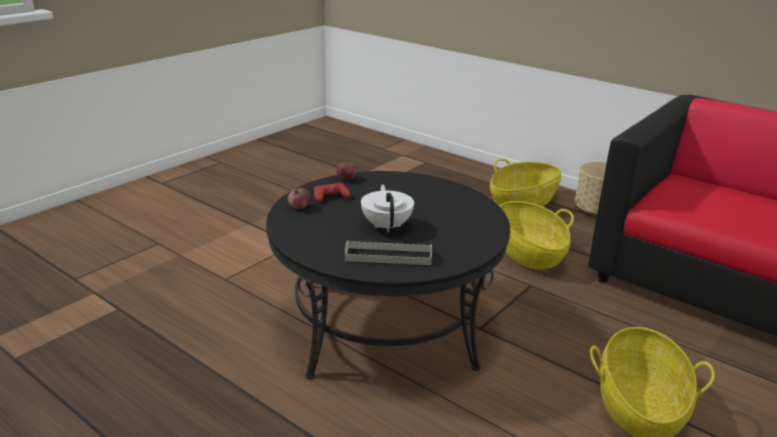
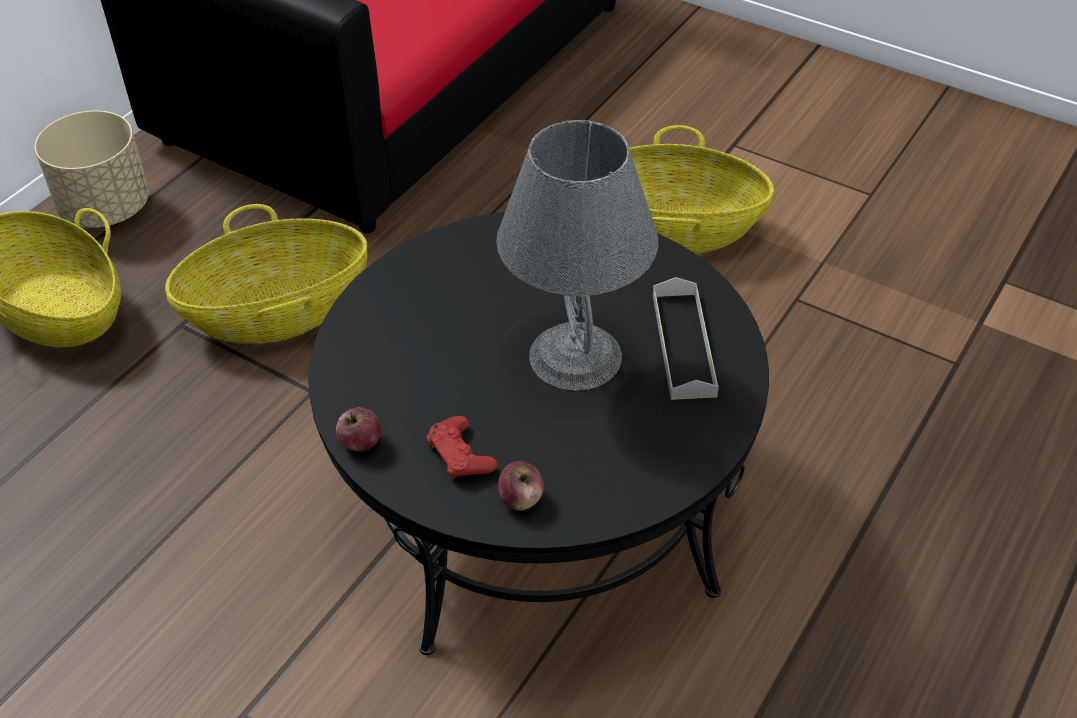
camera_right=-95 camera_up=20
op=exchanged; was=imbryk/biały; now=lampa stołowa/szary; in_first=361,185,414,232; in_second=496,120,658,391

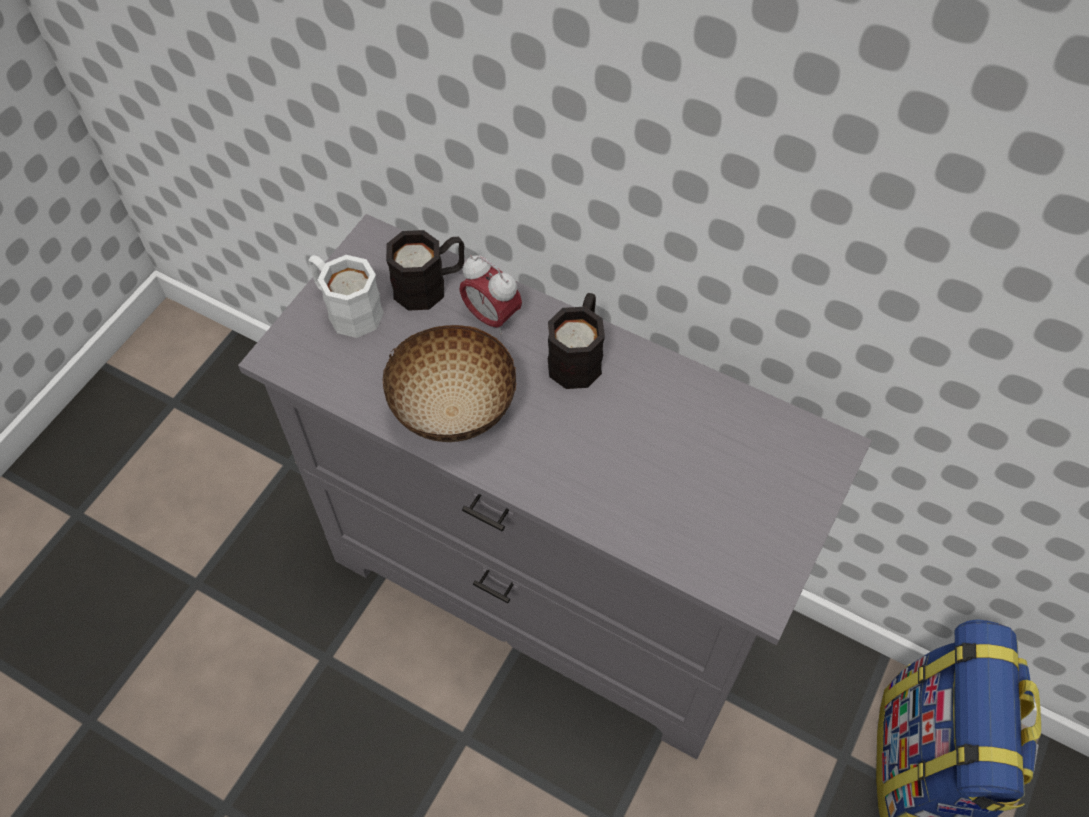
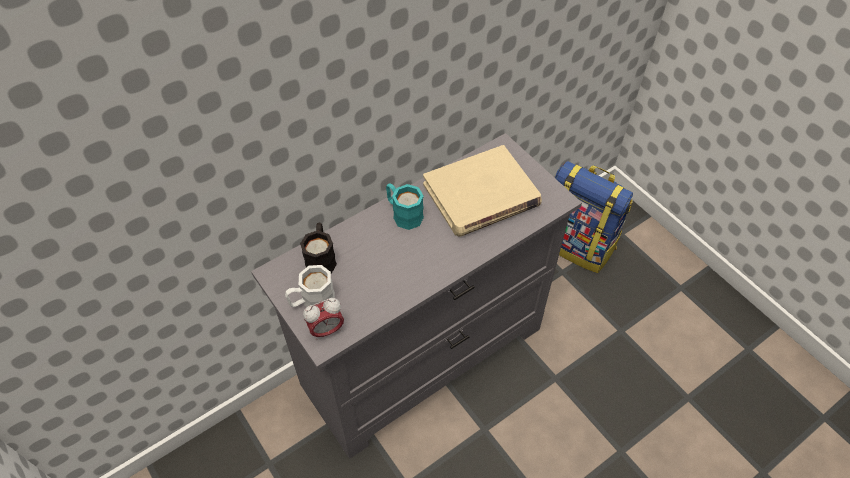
camera_right=-65 camera_up=-5
op=relocated; was=budzik; in_first=459,255,522,335; in_second=303,298,344,340
op=colour; was=kubek/czarny; now=kubek/turkusowy; in_first=548,293,605,389; in_second=386,183,424,230
op=missing; was=miska; in_first=383,325,516,442
op=appeared; now=książka/beżowy; in_second=423,145,542,237

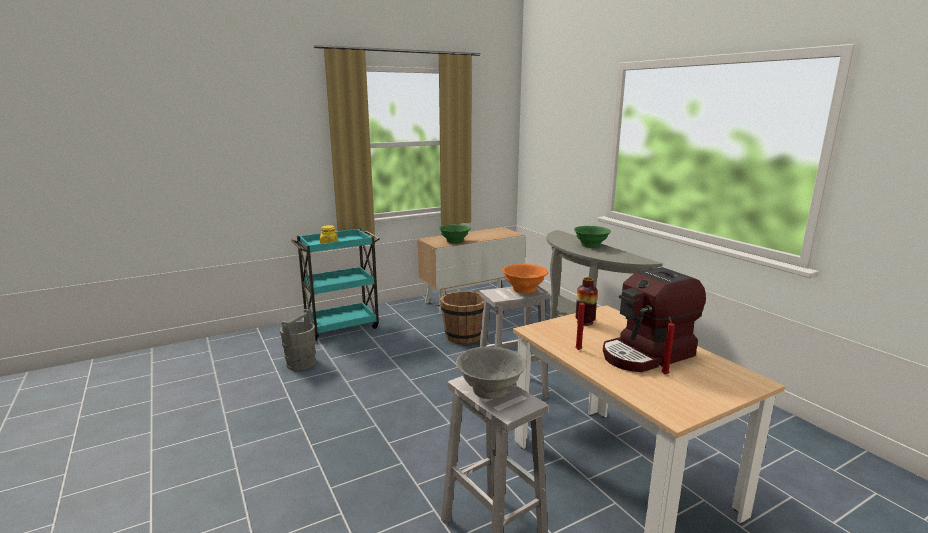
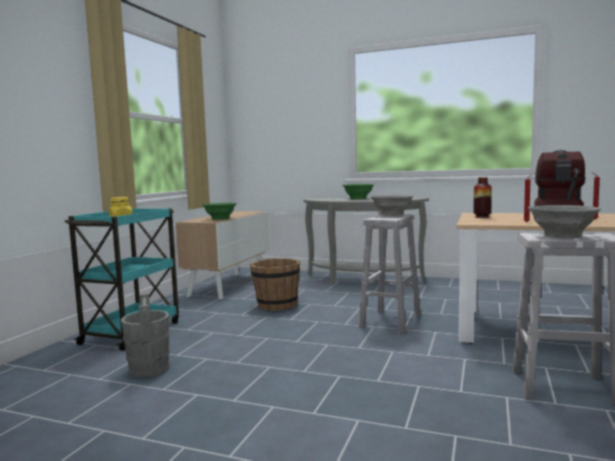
camera_right=-40 camera_up=-10
op=colour; was=miska/pomarańczowy; now=miska/szary; in_first=502,264,548,294; in_second=371,195,414,216

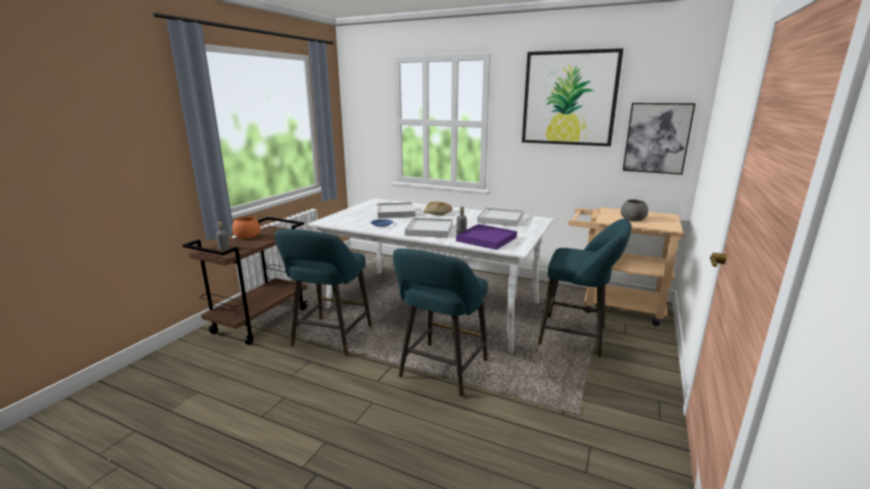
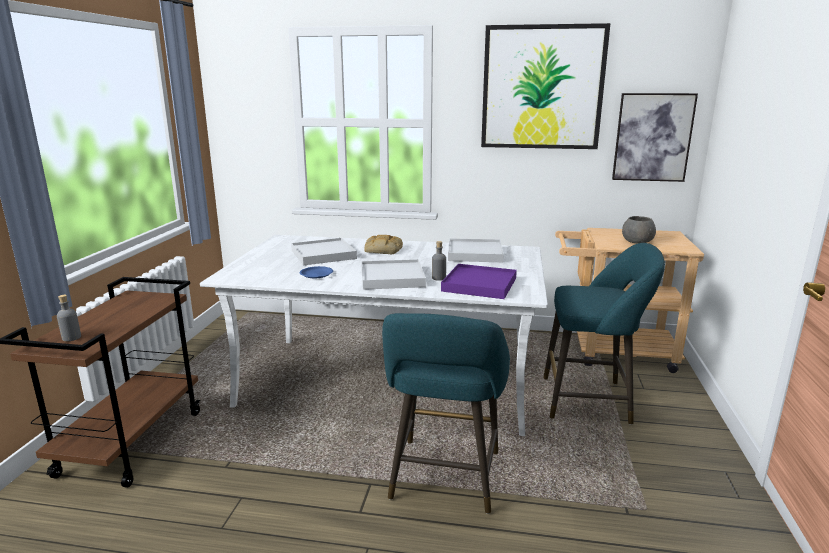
camera_right=-15 camera_up=0
op=missing; was=miska/pomarańczowy; in_first=232,217,261,239
op=missing; was=stołek/turkusowy; in_first=275,229,372,356

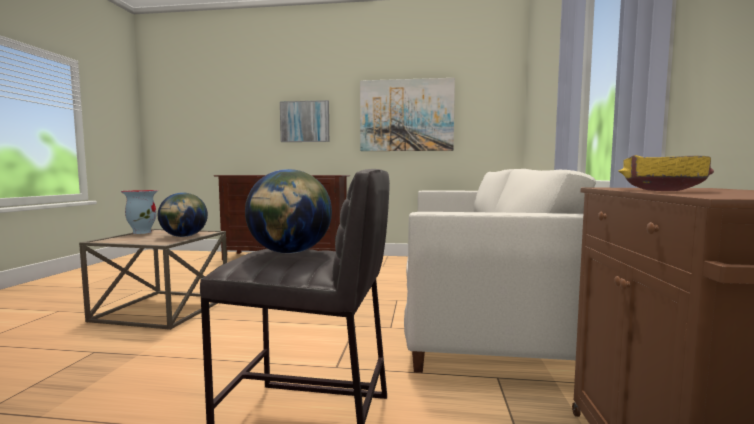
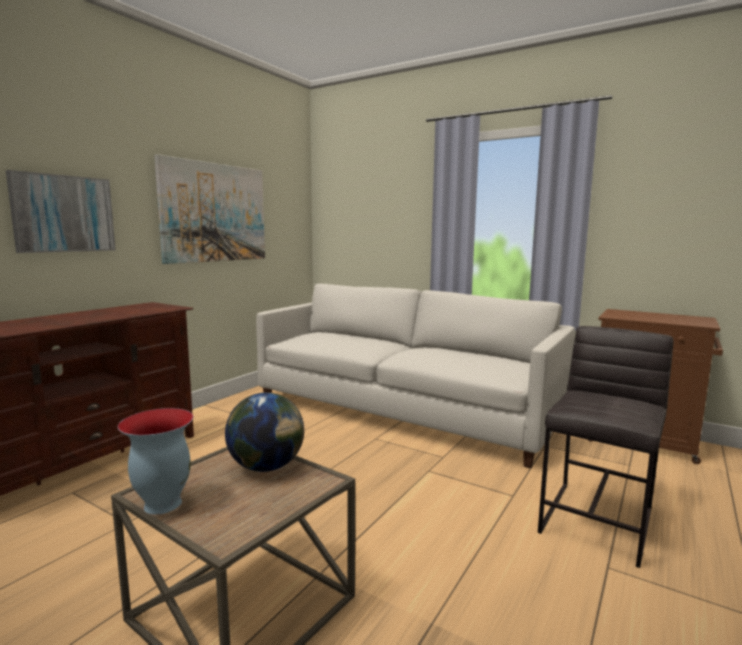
camera_right=-65 camera_up=5
op=missing; was=miska/żółty; in_first=618,155,714,191
op=missing; was=globus; in_first=245,169,332,254

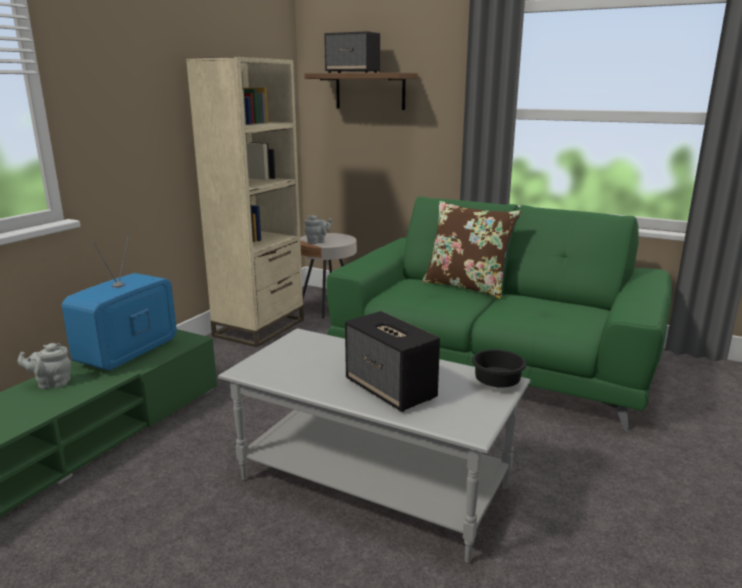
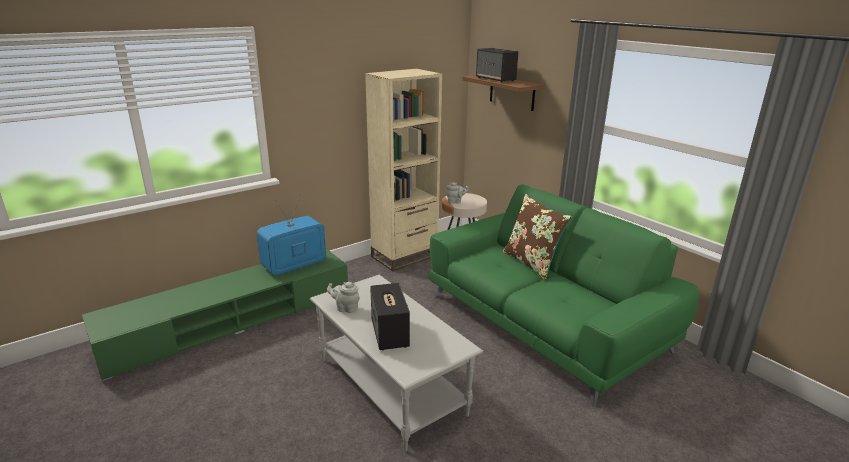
camera_right=25 camera_up=5
op=relocated; was=imbryk/szary; in_first=18,343,72,389; in_second=327,282,360,313
op=missing; was=miska/czarny; in_first=472,350,527,387

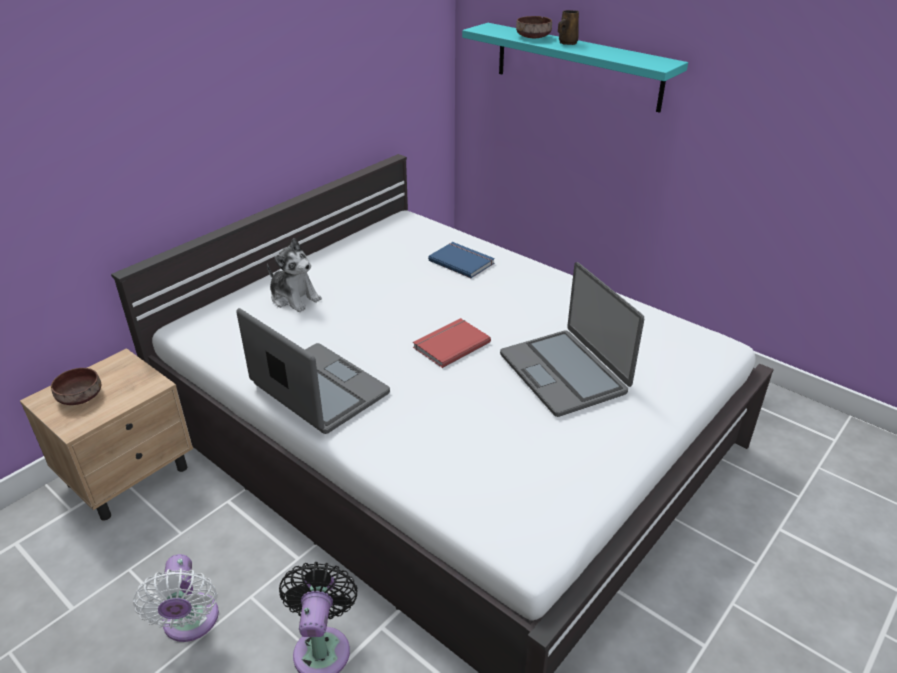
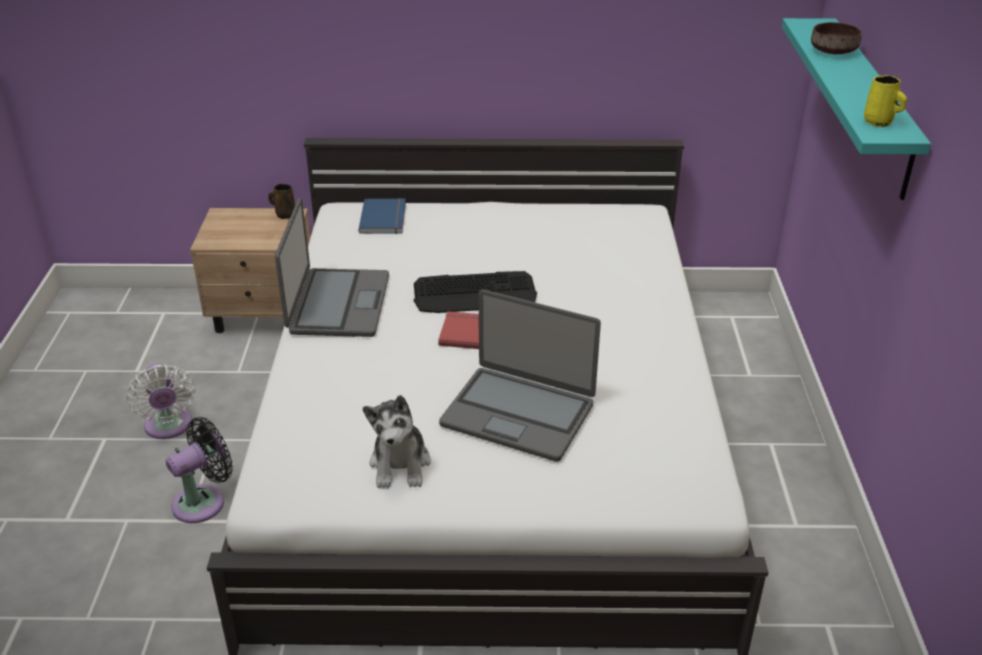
camera_right=50 camera_up=0
op=relocated; was=kubek/brązowy; in_first=558,10,579,45; in_second=268,184,295,219
op=relocated; was=pluszak; in_first=267,238,322,312; in_second=363,395,431,488
op=relocated; was=książka/niebieski; in_first=428,242,495,278; in_second=359,198,406,234
op=spun; was=laptop; in_first=500,262,644,417; in_second=439,289,601,462; clockwise=-90
op=missing; was=miska/brązowy; in_first=51,368,101,405
op=spun; was=wentylator/biały; in_first=133,554,219,642; in_second=126,363,195,439; clockwise=-60
op=appeared; now=kubek/żółty; in_second=864,75,907,127
op=appeared; now=klawiatura; in_second=414,271,537,313

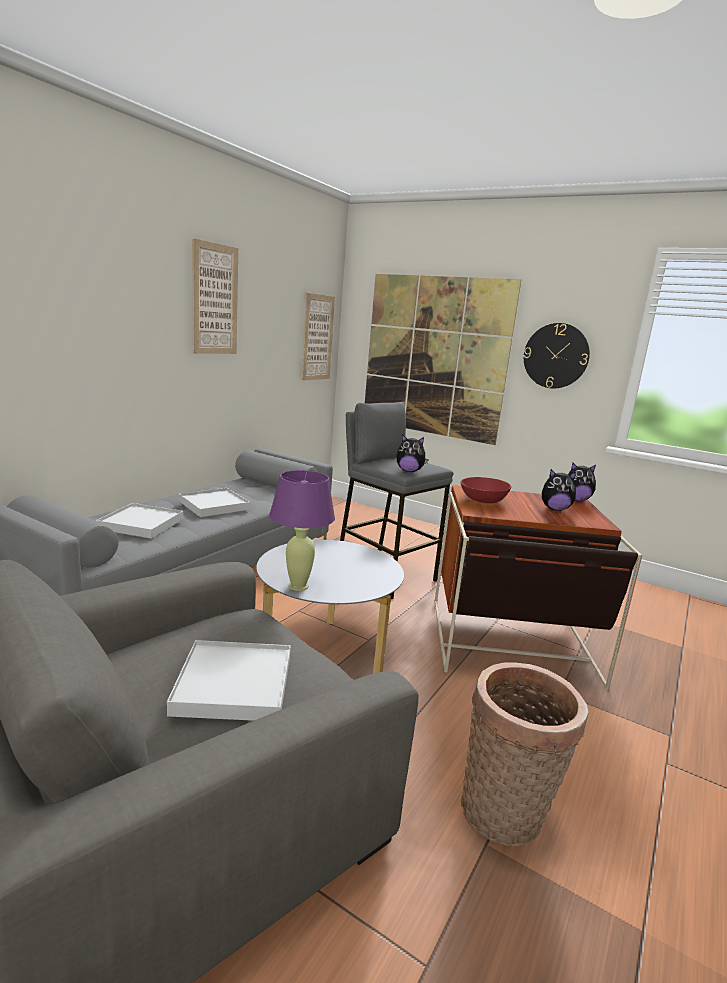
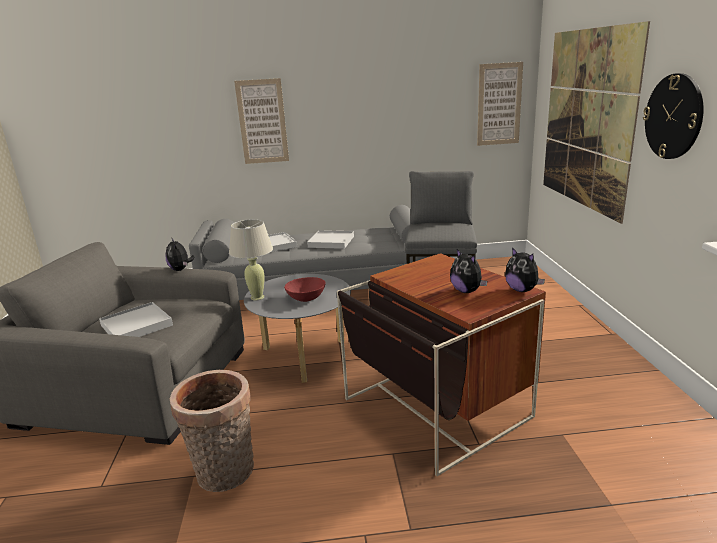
camera_right=55 camera_up=5
op=relocated; was=obraz; in_first=192,238,238,354; in_second=234,78,289,164
op=relocated; was=pluszak; in_first=396,434,429,472; in_second=165,237,195,271
op=colour; was=lampa stołowa/fioletowy; now=lampa stołowa/beżowy; in_first=269,470,335,591; in_second=229,219,273,301
op=relocated; was=miska/czerwony; in_first=460,477,511,503; in_second=284,277,326,302

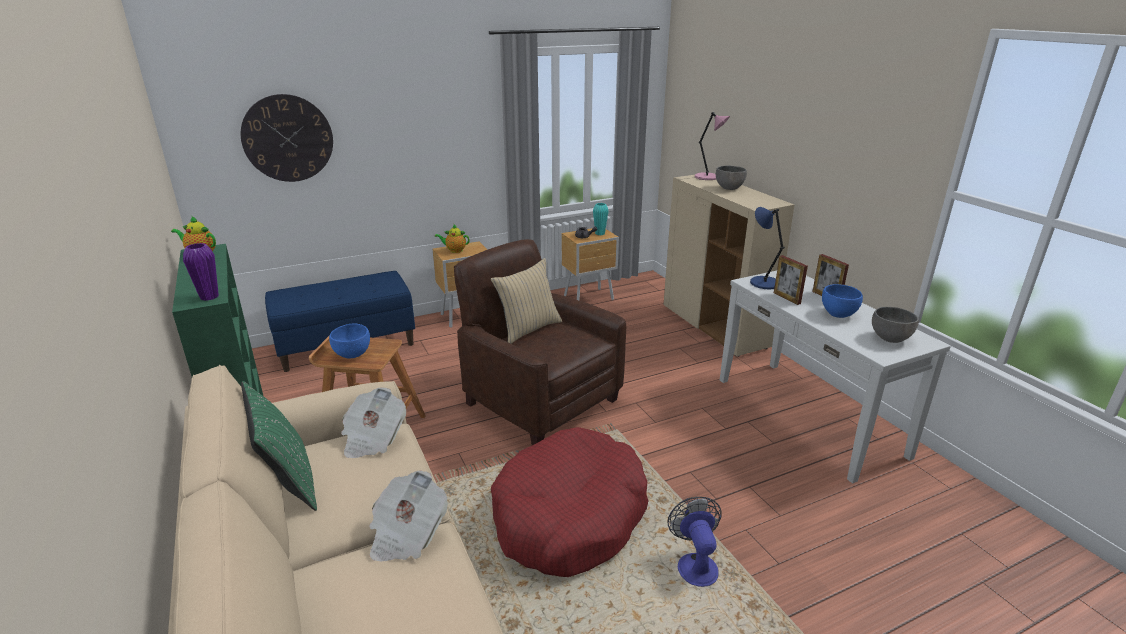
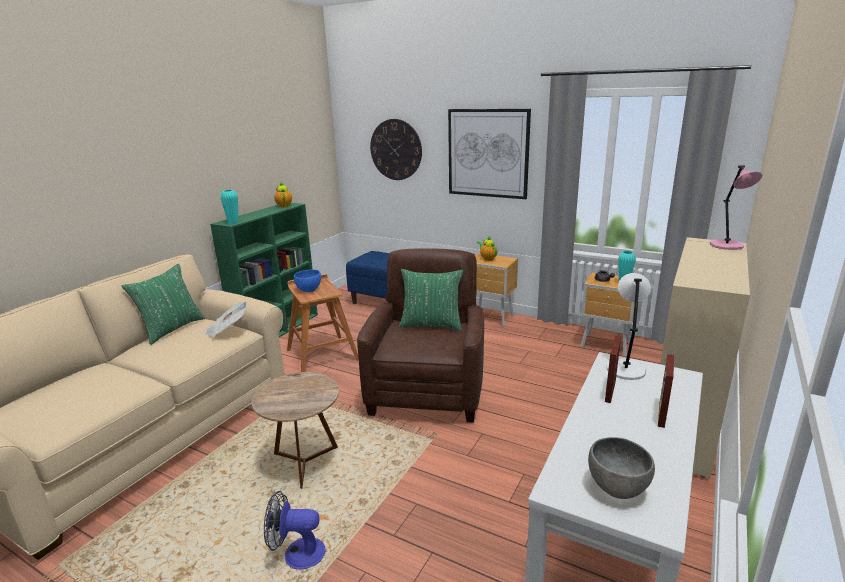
camera_right=55 camera_up=-5
op=missing; was=miska/szary; in_first=716,166,747,190
op=colour; was=lampa stołowa/niebieski; now=lampa stołowa/biały; in_first=750,207,785,289; in_second=607,273,651,380
op=colour; was=wazon/fioletowy; now=wazon/turkusowy; in_first=183,243,219,301; in_second=221,190,238,224
op=colour; was=poduszka/beżowy; now=poduszka/zielony; in_first=491,258,562,344; in_second=399,269,463,331
op=missing; was=miska/niebieski; in_first=822,284,863,318
op=exchanged; was=legowisko/czerwony; now=stolik/brązowy; in_first=491,427,649,577; in_second=252,372,339,489
op=missing; was=gazeta; in_first=369,471,448,561
op=spun; was=wentylator; in_first=668,496,721,587; in_second=264,491,325,569; clockwise=-135
op=appeared; now=obraz; in_second=448,109,531,199

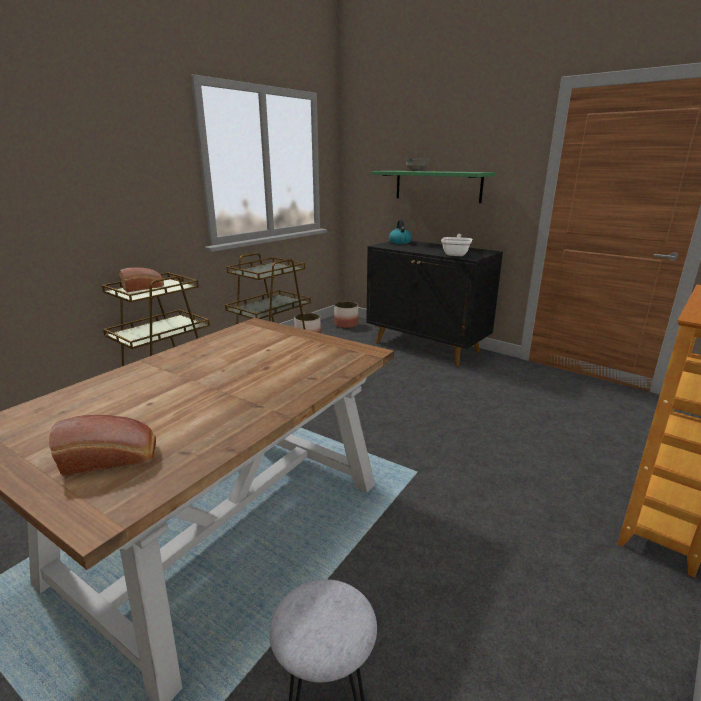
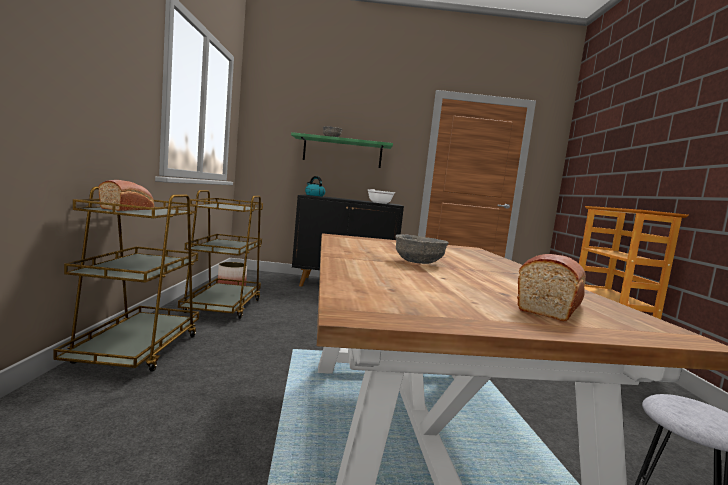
camera_right=-40 camera_up=-15
op=missing; was=donica; in_first=334,301,358,328
op=appeared; now=miska/szary; in_second=395,234,449,264

